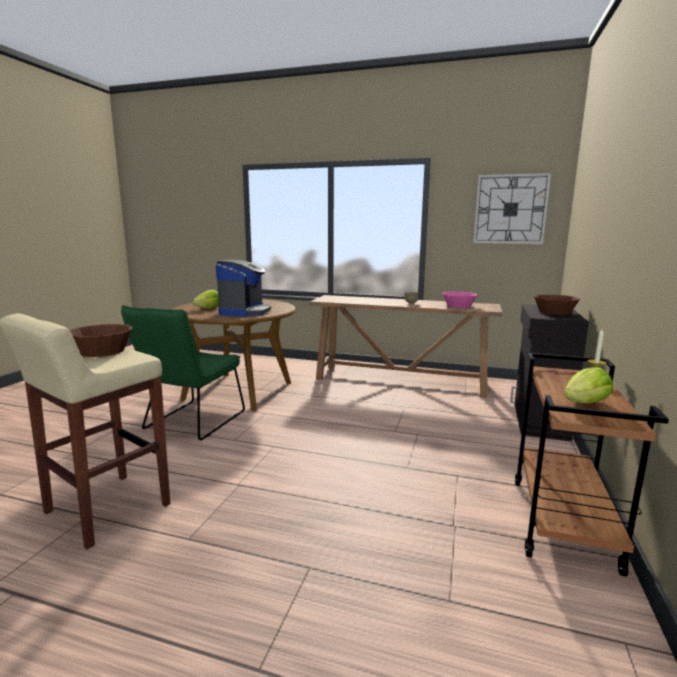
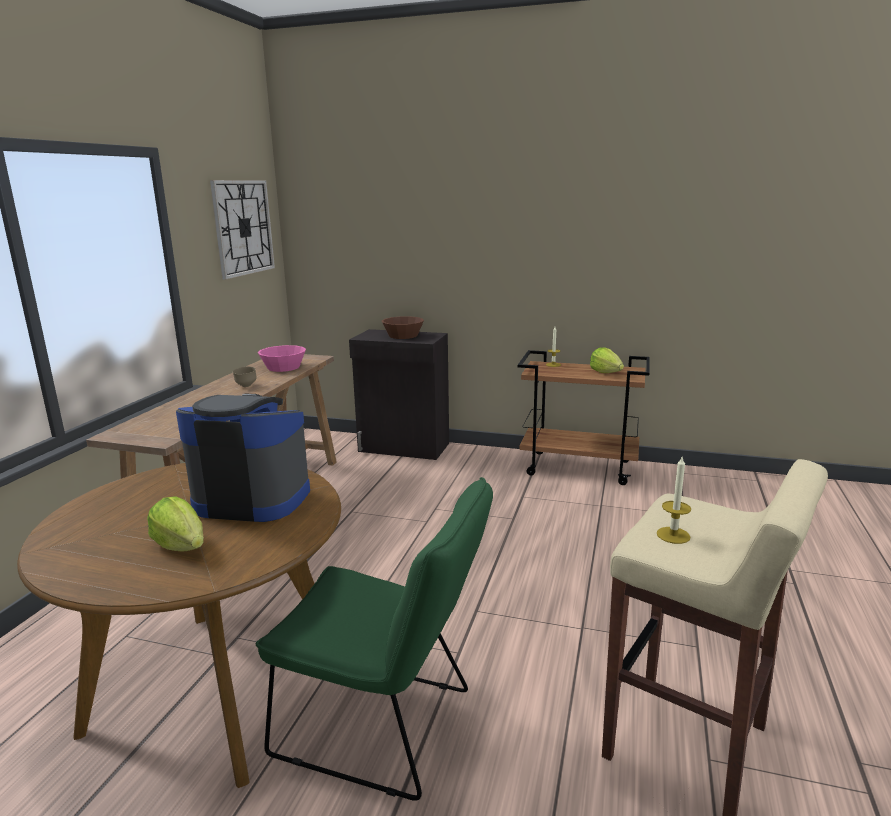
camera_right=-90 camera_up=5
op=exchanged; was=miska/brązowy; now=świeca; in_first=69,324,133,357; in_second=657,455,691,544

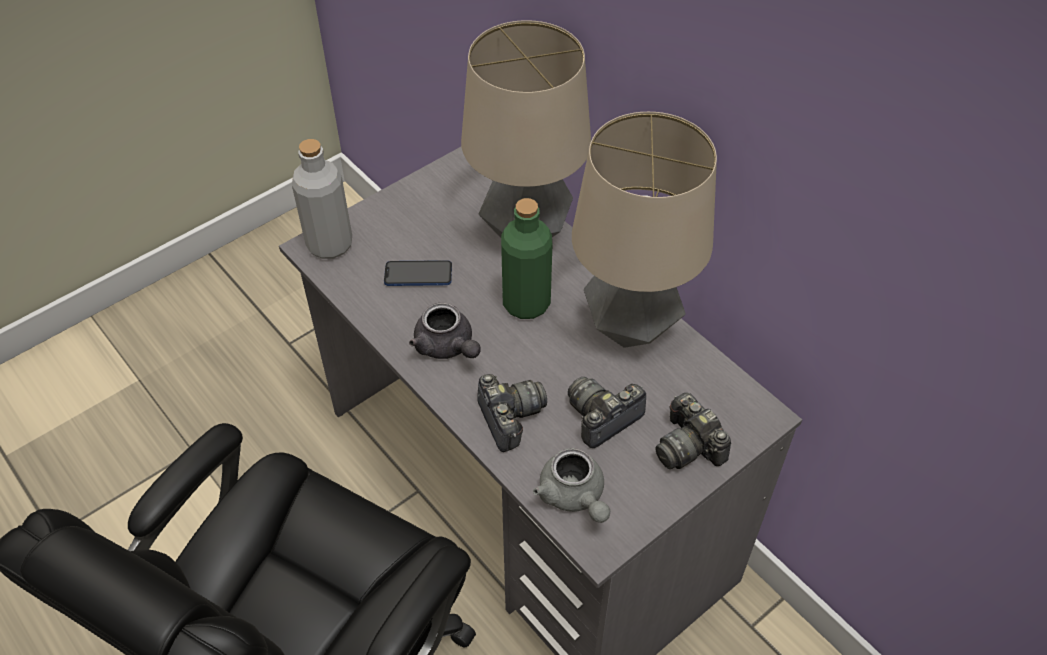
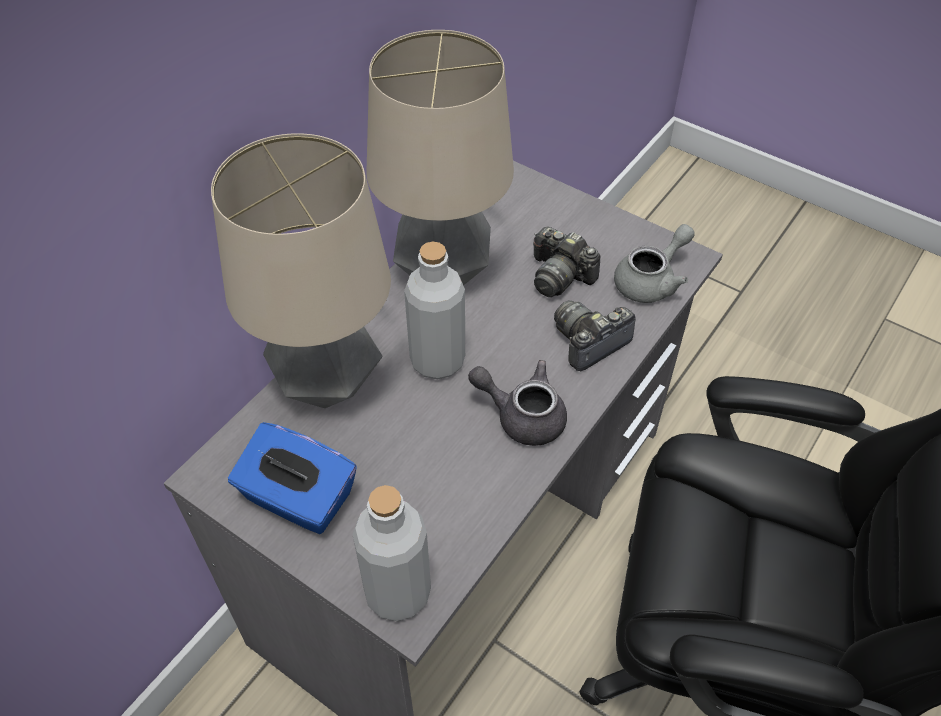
camera_right=-105 camera_up=0
op=colour; was=butelka/zielony; now=butelka/szary; in_first=501,198,552,319; in_second=404,241,465,379
op=missing; was=telefon; in_first=384,260,452,286
op=spun; was=imbryk/szary; in_first=409,303,481,359; in_second=468,360,567,446; clockwise=-105
op=missing; was=aparat fotograficzny; in_first=655,393,731,469
op=appeared; now=pudełko chusteczek/niebieski; in_second=228,422,357,534

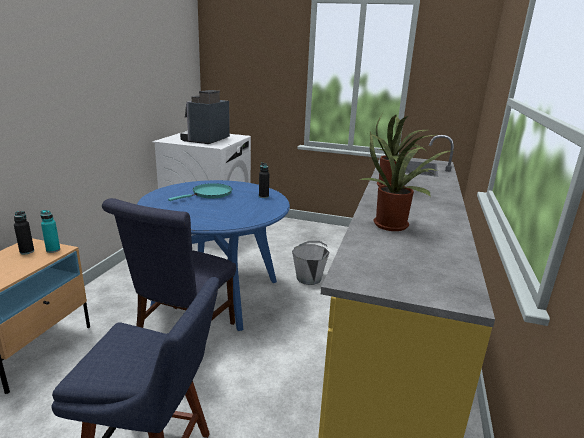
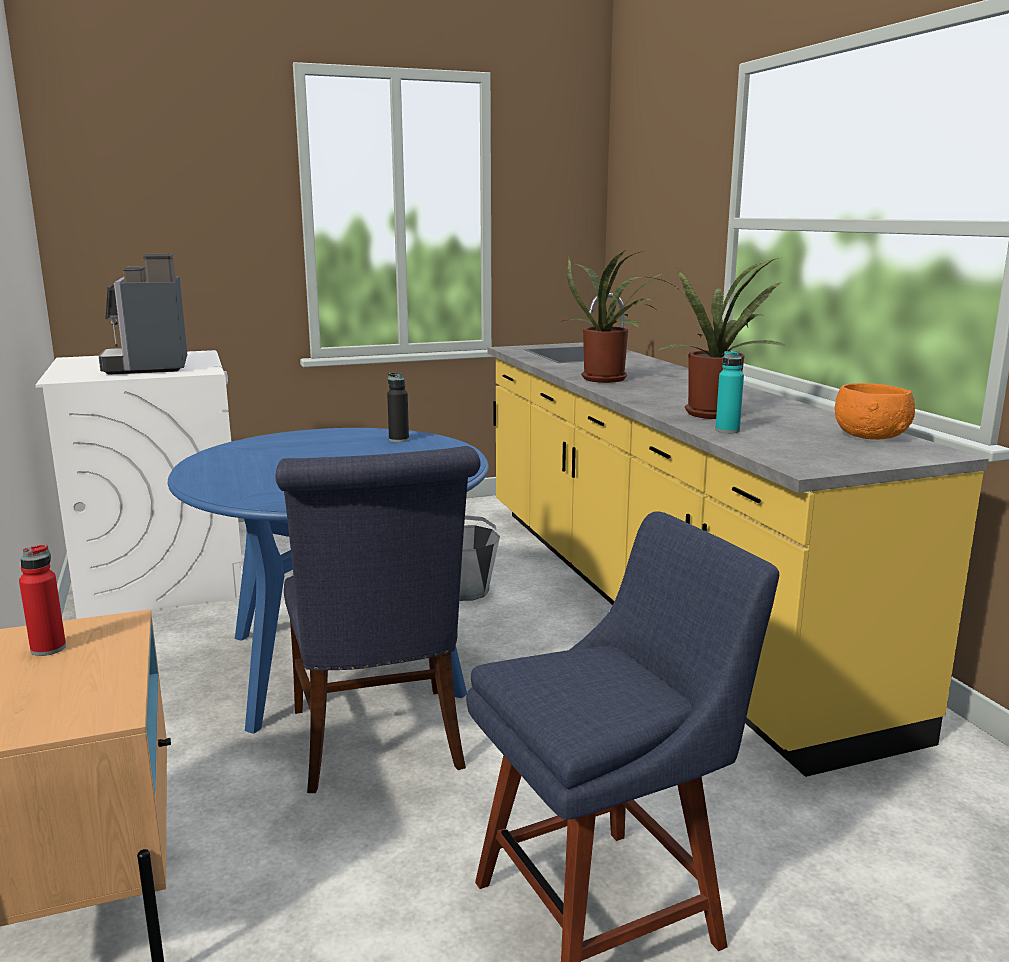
camera_right=-35 camera_up=-5
op=missing; was=patelnia/turkusowy; in_first=168,183,232,201
op=relocated; was=butelka/turkusowy; in_first=40,210,60,253; in_second=715,351,744,433
op=colour; was=butelka/czarny; now=butelka/czerwony; in_first=14,211,34,254; in_second=19,544,66,656
op=appeared; now=miska/pomarańczowy; in_second=835,383,915,440

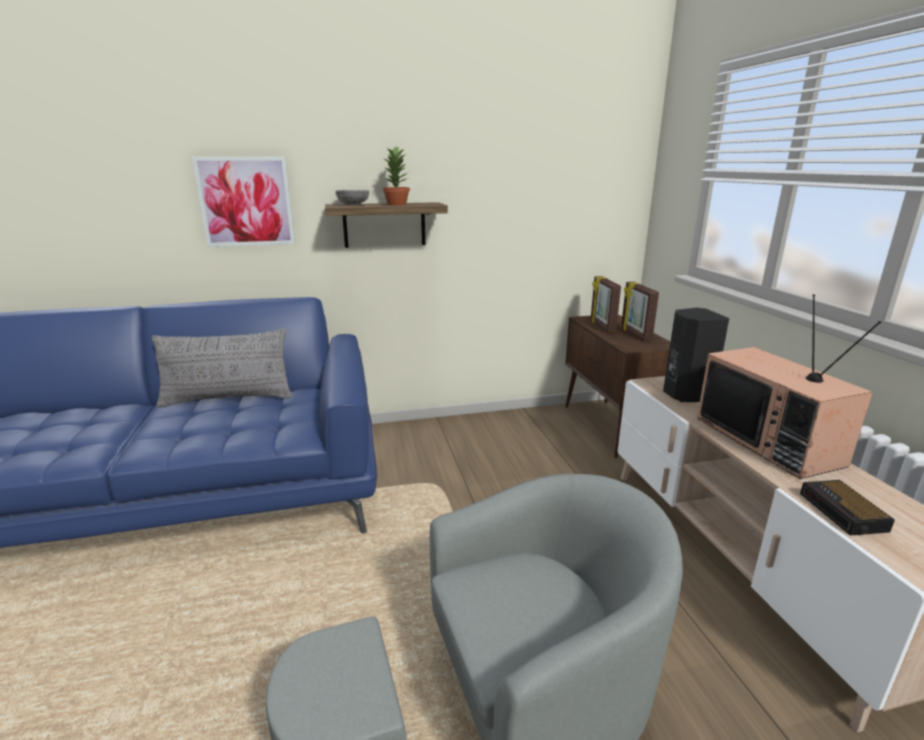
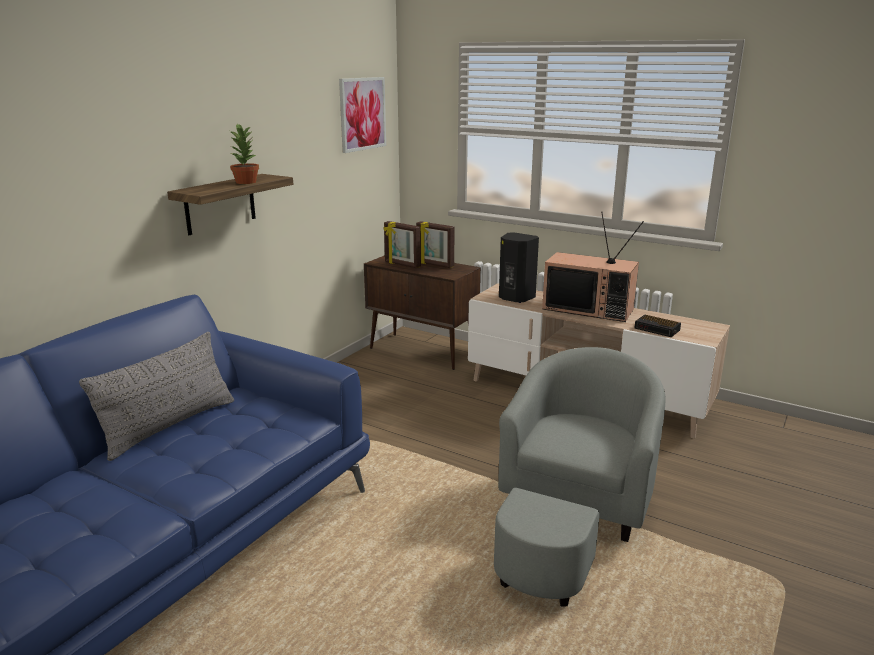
camera_right=-45 camera_up=0
op=relocated; was=obraz; in_first=192,157,295,247; in_second=339,77,386,153
op=missing; was=miska/szary; in_first=335,190,369,205

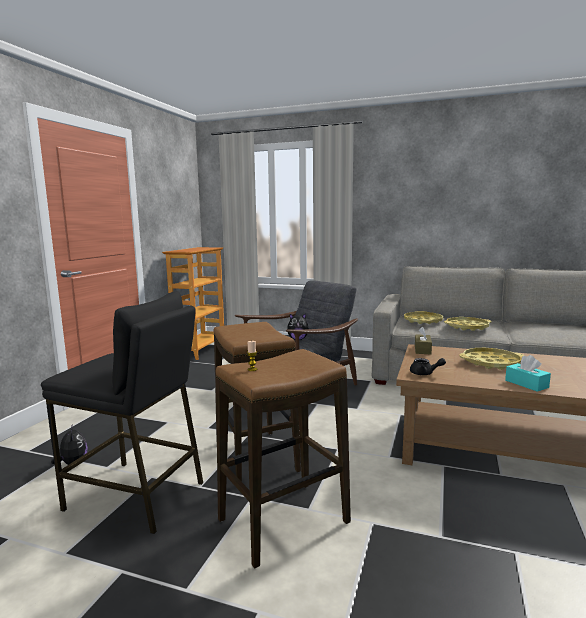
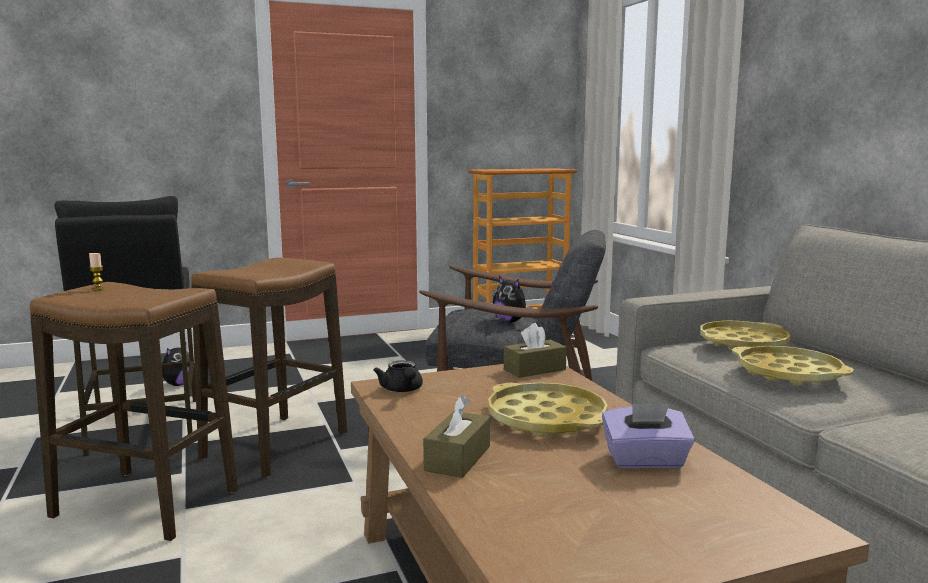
camera_right=50 camera_up=0
op=colour; was=pudełko chusteczek/turkusowy; now=pudełko chusteczek/brązowy; in_first=505,355,551,392; in_second=423,396,490,478
op=appeared; now=pudełko chusteczek/fioletowy; in_second=602,403,695,468

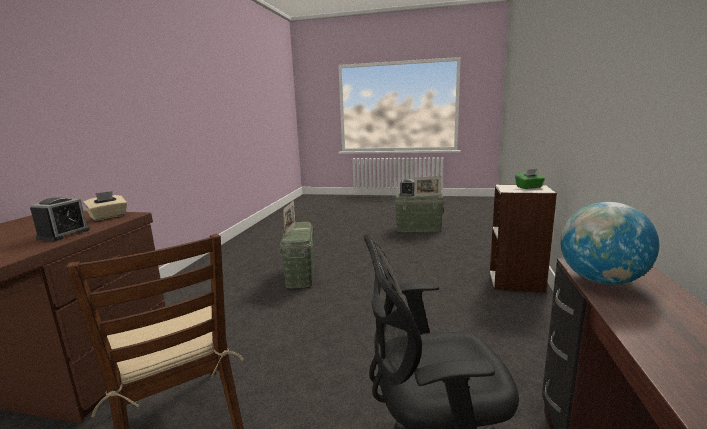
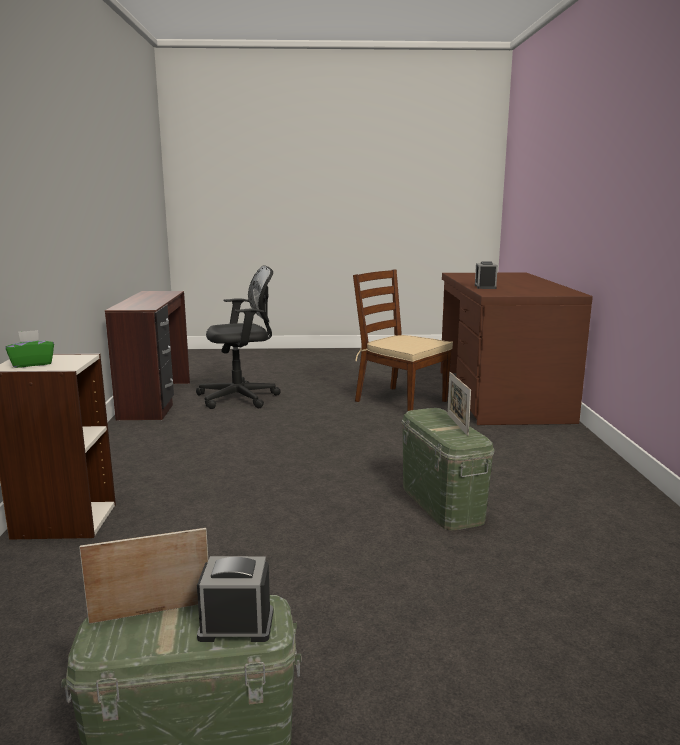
camera_right=165 camera_up=0
op=missing; was=pudełko chusteczek/beżowy; in_first=83,191,127,221
op=missing; was=globus; in_first=560,202,659,285

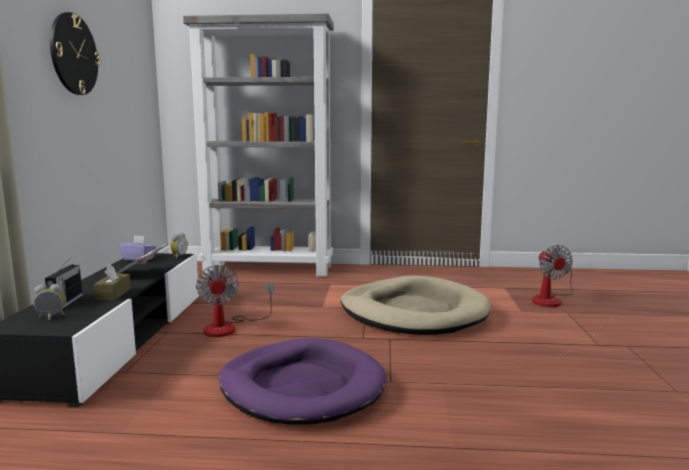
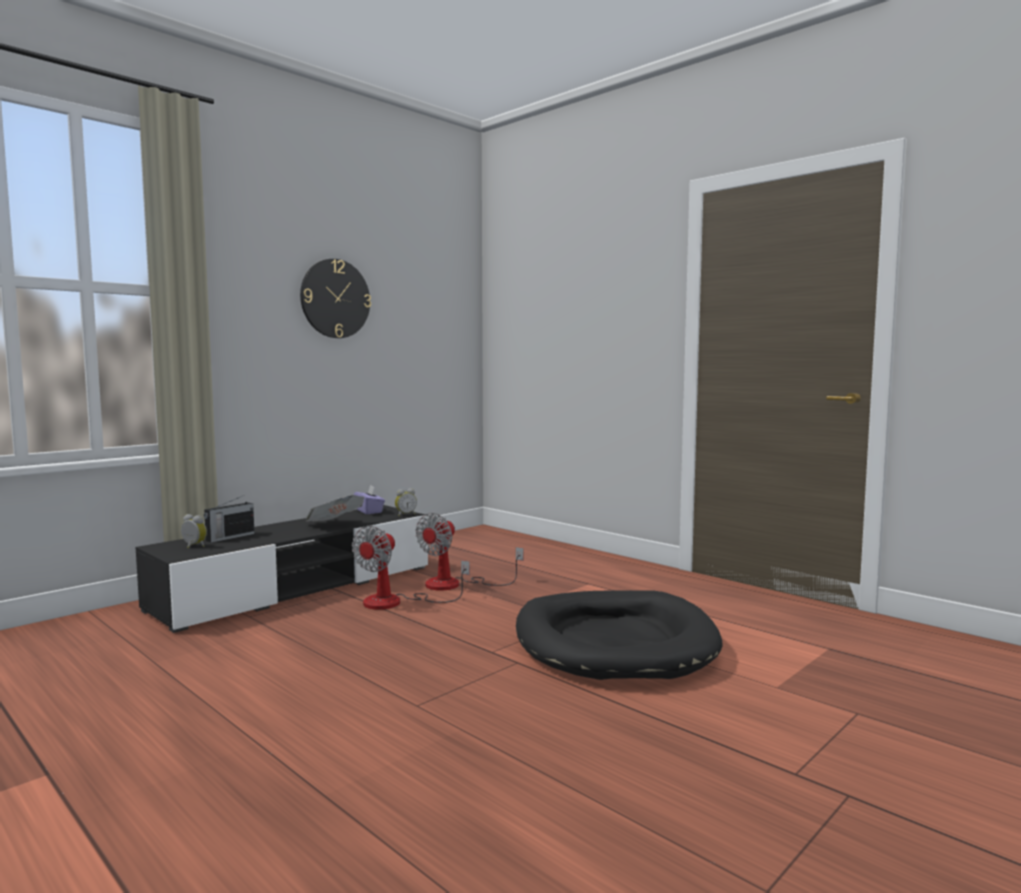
camera_right=40 camera_up=-5
op=missing; was=regał/szary; in_first=183,14,334,277
op=relocated; was=wentylator; in_first=532,245,573,307; in_second=416,513,524,591
op=missing; was=pudełko chusteczek/brązowy; in_first=94,263,131,300
op=colour; was=legowisko/beżowy; now=legowisko/czarny; in_first=341,275,491,335; in_second=516,590,722,680
op=missing; was=legowisko/fioletowy; in_first=219,338,387,425

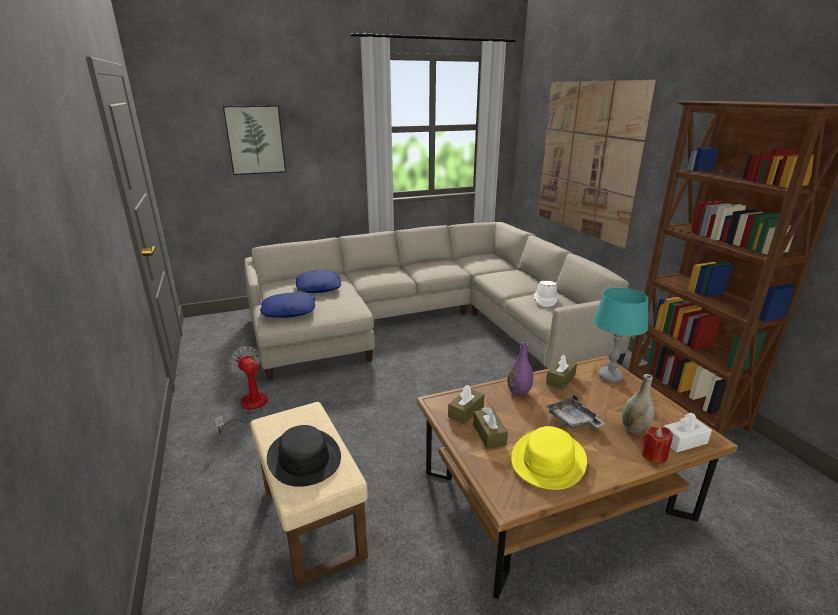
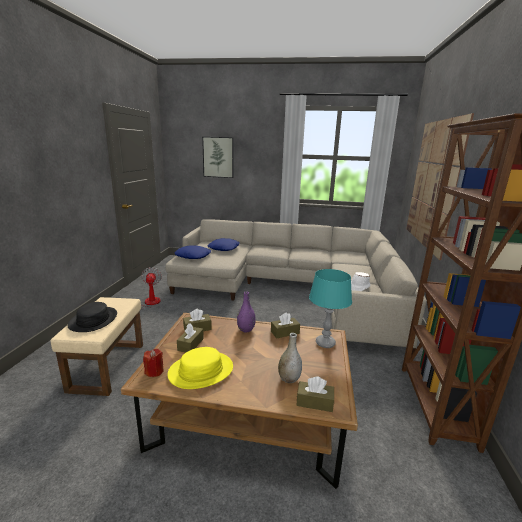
camera_right=30 camera_up=-5
op=missing; was=taca/szary; in_first=546,395,605,429
op=colour; was=pudełko chusteczek/biały; now=pudełko chusteczek/brązowy; in_first=664,412,712,452; in_second=296,376,334,412
op=relocated; was=świeca/czerwony; in_first=642,426,673,464; in_second=143,348,164,377

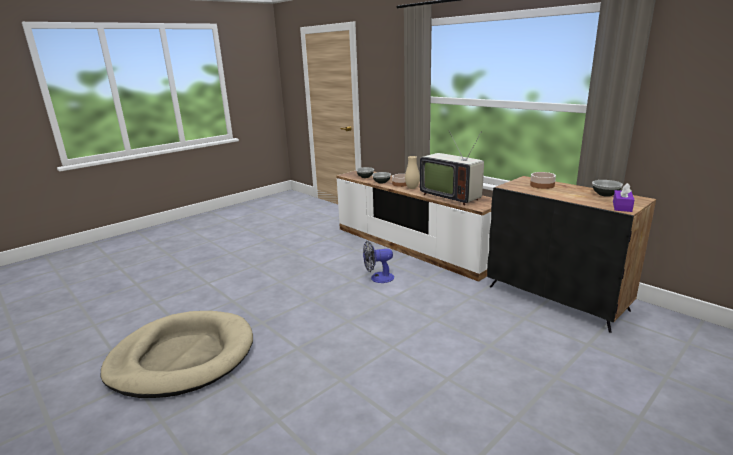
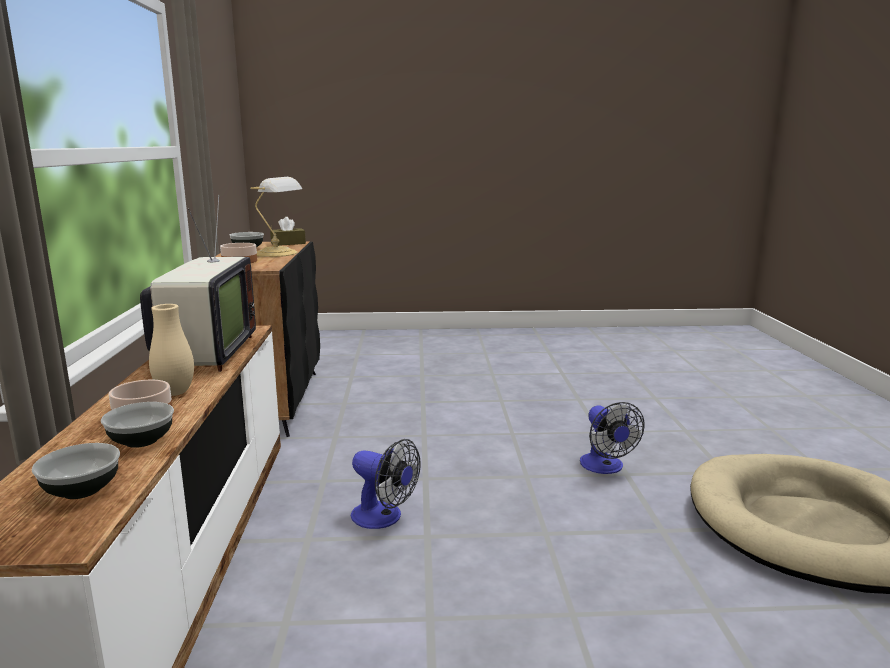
camera_right=-140 camera_up=-5
op=colour; was=pudełko chusteczek/fioletowy; now=pudełko chusteczek/brązowy; in_first=613,183,634,212; in_second=270,217,306,246
op=appeared; now=lampa stołowa; in_second=250,177,302,257
op=appeared; now=wentylator; in_second=580,402,645,474

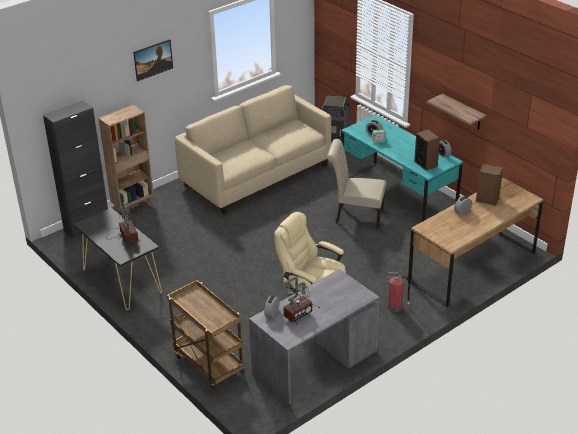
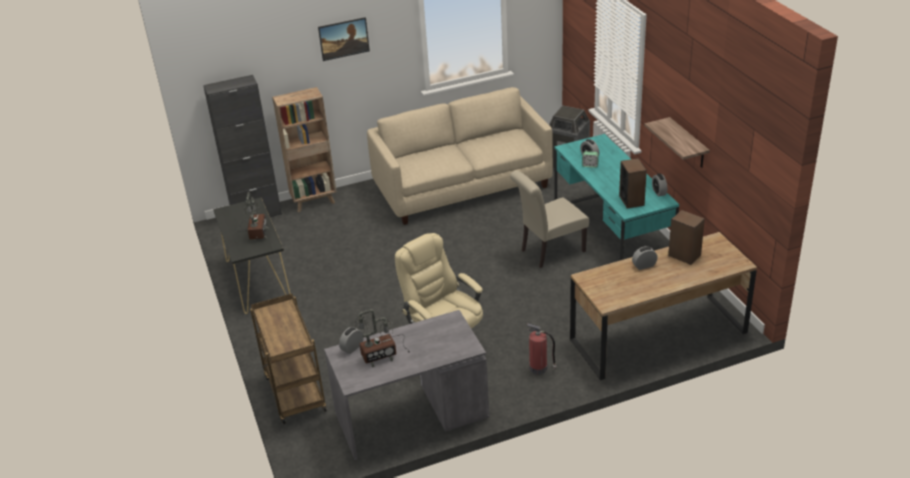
camera_right=20 camera_up=0
op=spun; was=krzesło/beżowy; in_first=327,139,386,229; in_second=510,171,589,268; clockwise=-60

